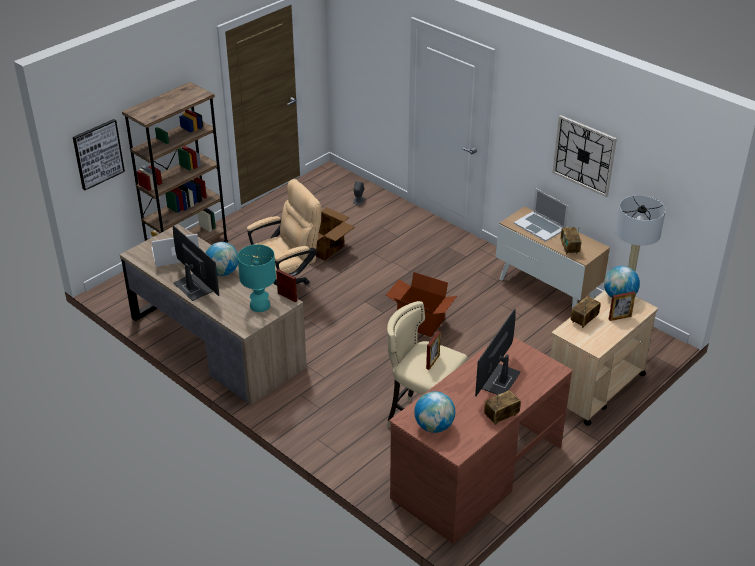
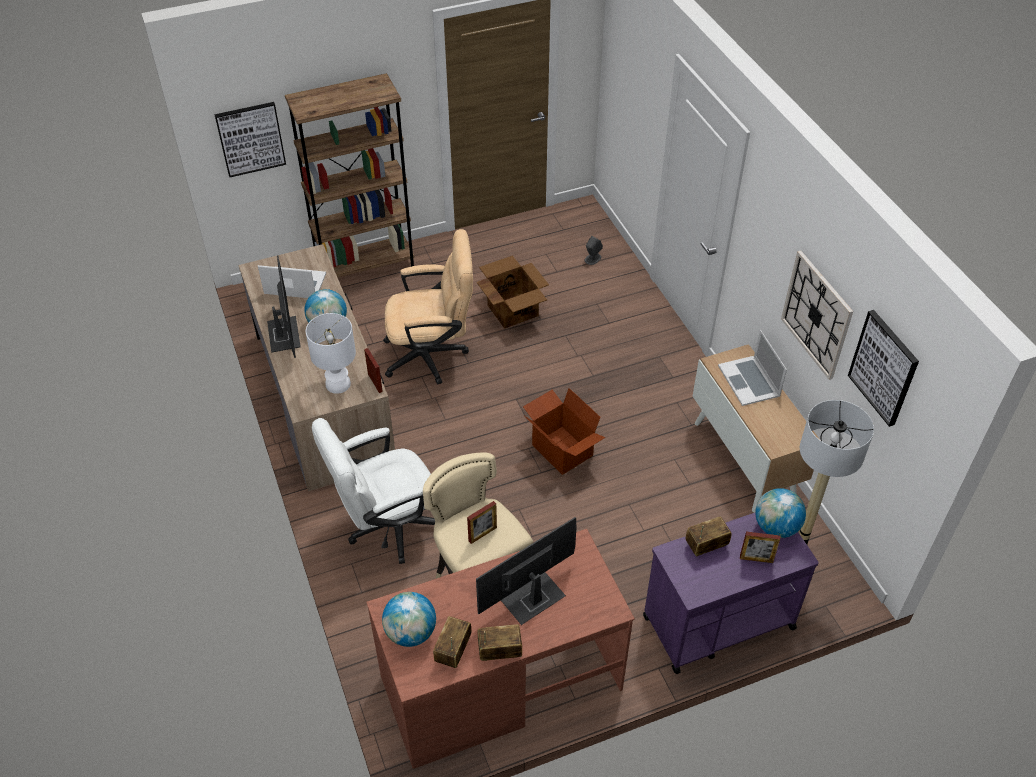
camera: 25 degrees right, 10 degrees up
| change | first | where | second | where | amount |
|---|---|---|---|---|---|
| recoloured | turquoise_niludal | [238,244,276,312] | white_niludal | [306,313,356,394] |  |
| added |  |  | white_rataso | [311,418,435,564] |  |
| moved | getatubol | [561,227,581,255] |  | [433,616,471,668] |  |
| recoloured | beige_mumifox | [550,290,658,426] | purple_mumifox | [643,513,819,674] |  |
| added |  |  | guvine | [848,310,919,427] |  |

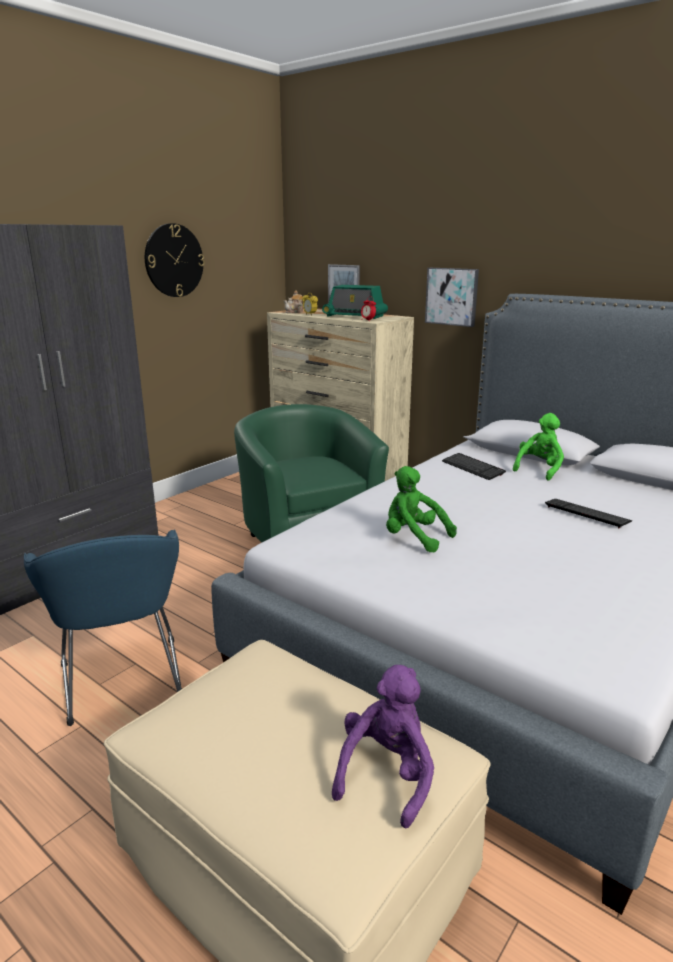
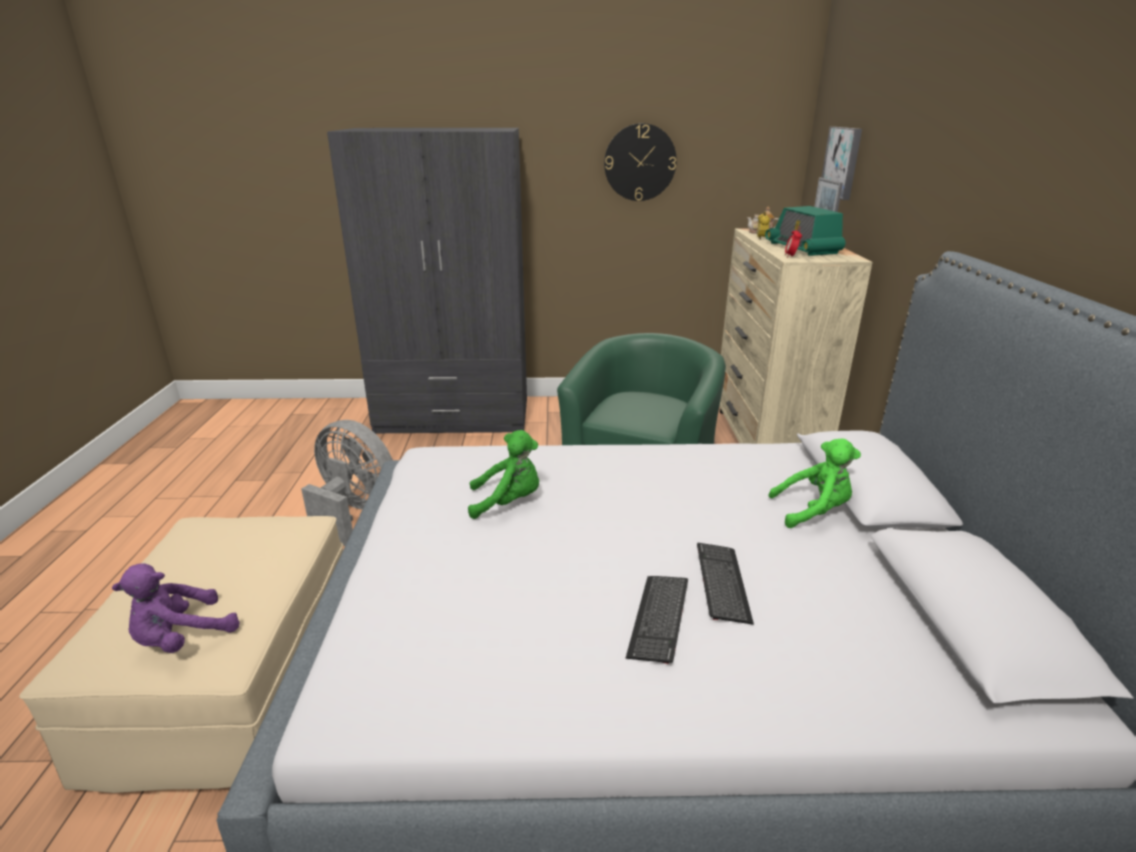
camera: 50 degrees right, 5 degrees up
| change | first | where | second | where | amount |
|---|---|---|---|---|---|
| turned | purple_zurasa | [332,665,434,829] |  | [112,563,240,653] | 150 degrees clockwise |
| replaced | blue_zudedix | [24,530,182,726] | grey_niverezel | [301,420,393,546] |  |
| turned | green_zurasa | [386,466,457,553] |  | [468,430,539,519] | 90 degrees clockwise |
| moved | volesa | [442,453,506,480] |  | [626,576,688,664] |  |
| moved | guvine | [425,268,479,327] |  | [821,127,862,200] |  |

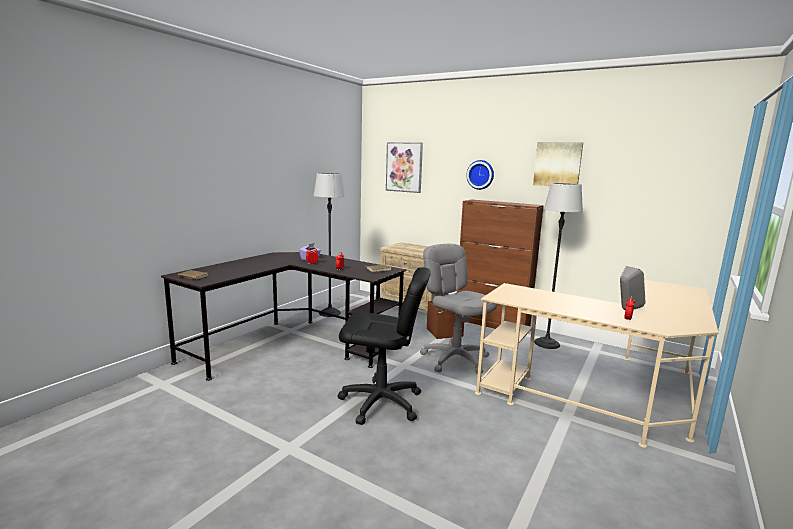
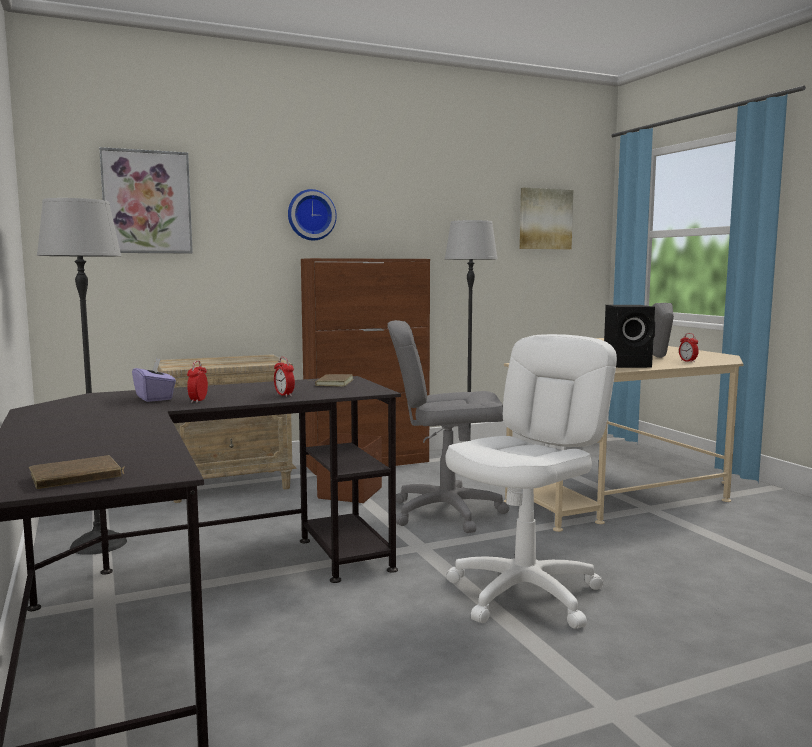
camera: 55 degrees left, 5 degrees down
| change | first | where | second | where | amount |
|---|---|---|---|---|---|
| recoloured | black_rataso | [338,267,431,425] | white_rataso | [445,334,617,629] |  |
| moved | guvine | [533,142,583,186] |  | [519,188,573,249] |  |
| added |  |  | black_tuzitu | [604,305,655,368] |  |

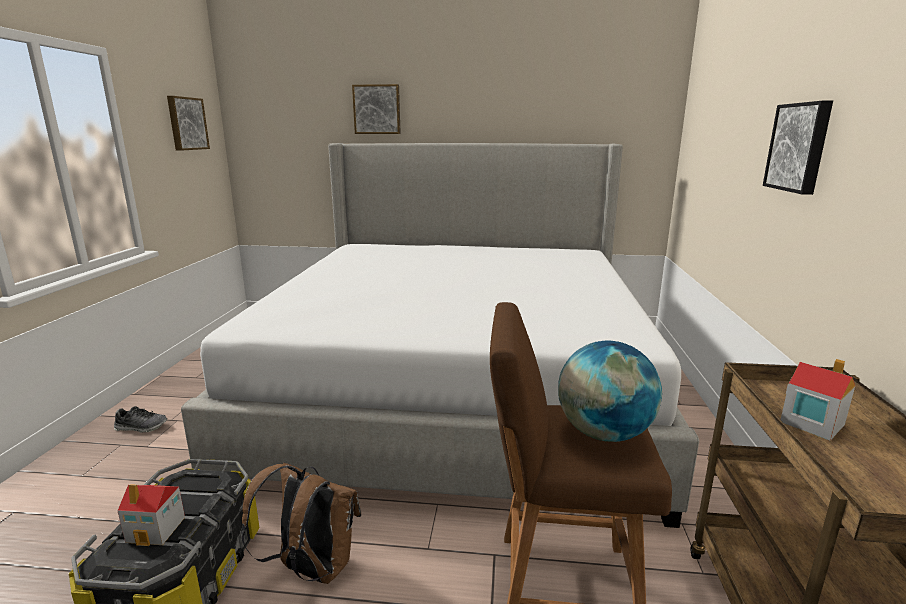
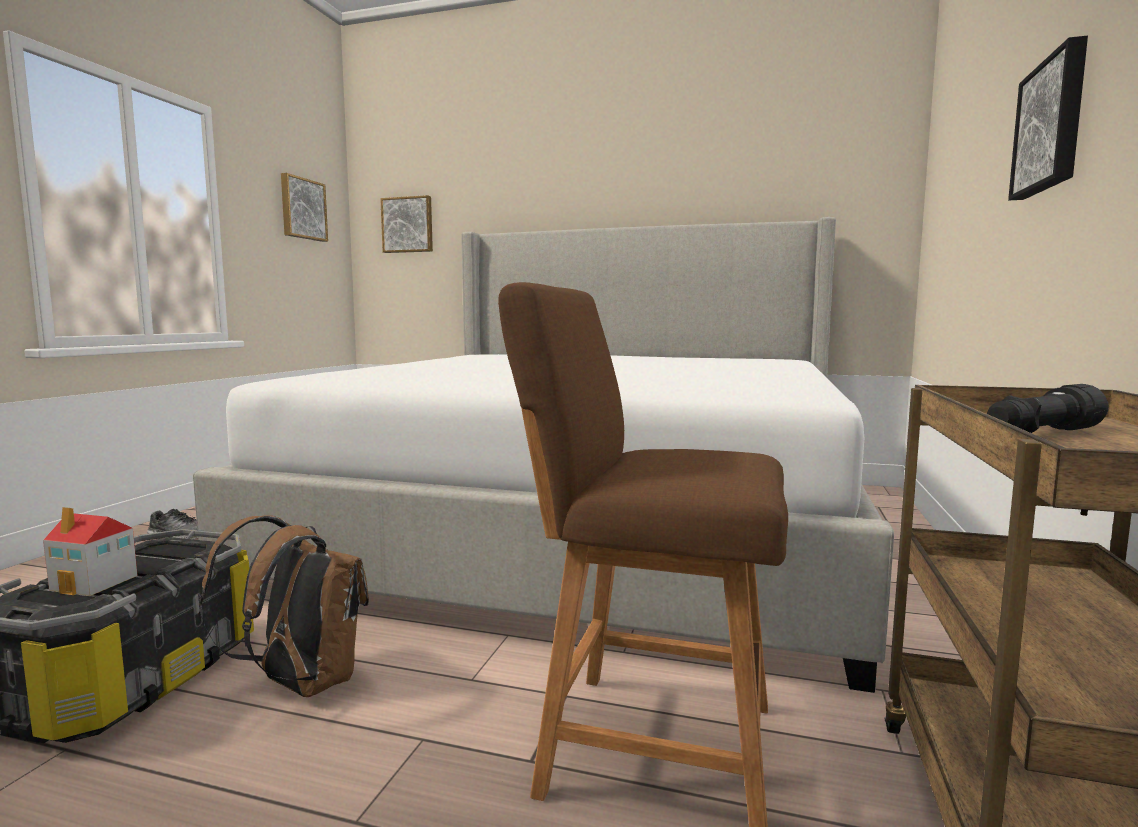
camera: 10 degrees right, 10 degrees down
| change | first | where | second | where | amount |
|---|---|---|---|---|---|
| moved | guvine | [352,84,401,134] |  | [380,195,433,253] |  |
| replaced | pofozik | [781,359,855,440] | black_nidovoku | [987,384,1109,433] |  |
| removed | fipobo | [558,341,662,442] |  |  |  |

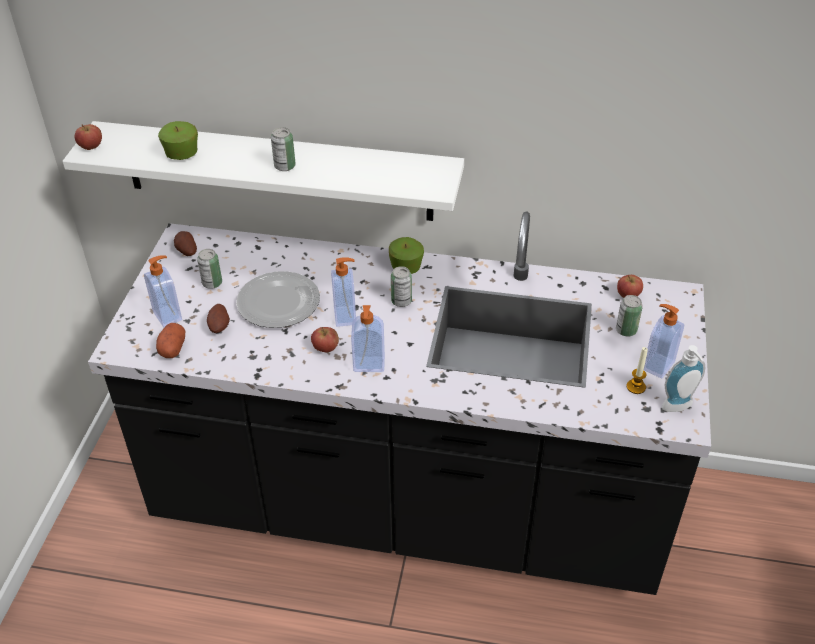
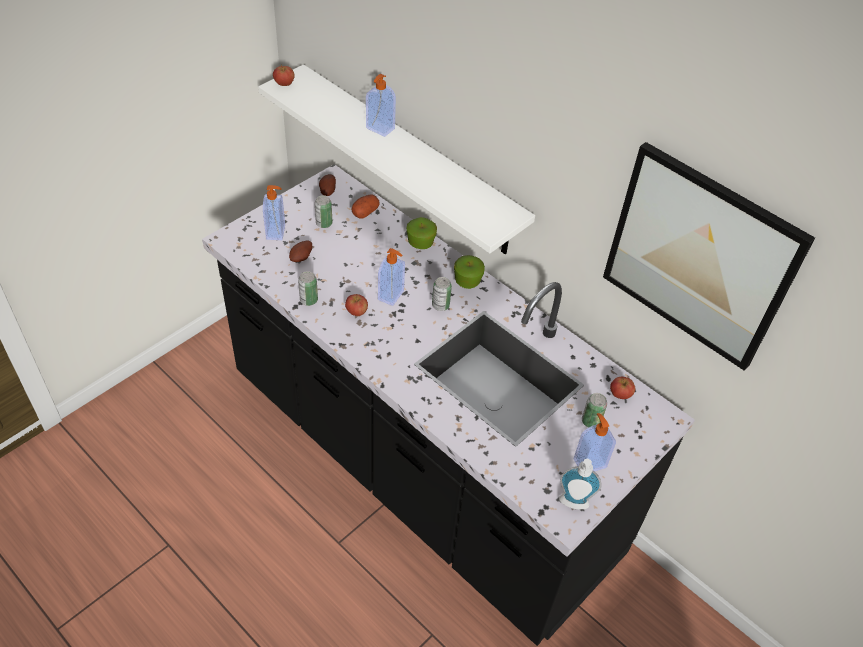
camera: 30 degrees right, 5 degrees up
| change | first | where | second | where | amount |
|---|---|---|---|---|---|
| moved | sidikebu | [271,127,296,171] |  | [298,271,318,306] |  |
| moved | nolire | [156,323,185,358] |  | [351,195,380,219] |  |
| moved | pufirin | [351,305,385,372] |  | [366,74,396,137] |  |
| moved | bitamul | [158,121,198,160] |  | [406,217,437,249] |  |
| added |  |  | guvine | [603,142,815,371] |  |
| removed | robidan | [236,271,320,328] |  |  |  |
| removed | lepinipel | [627,347,648,394] |  |  |  |

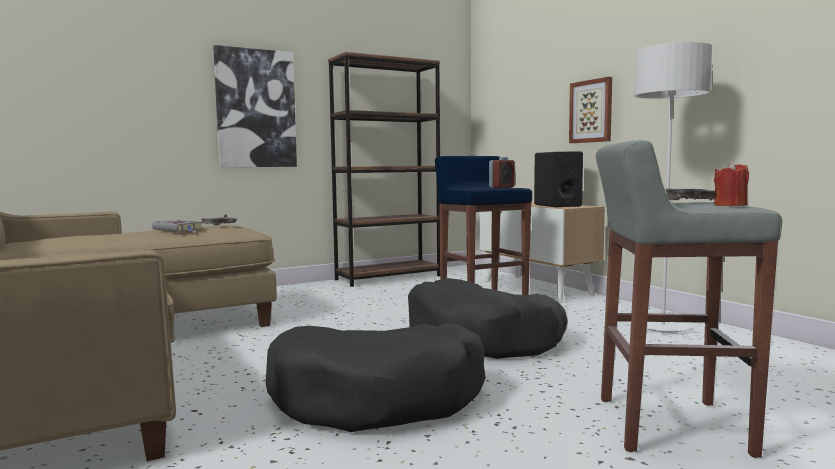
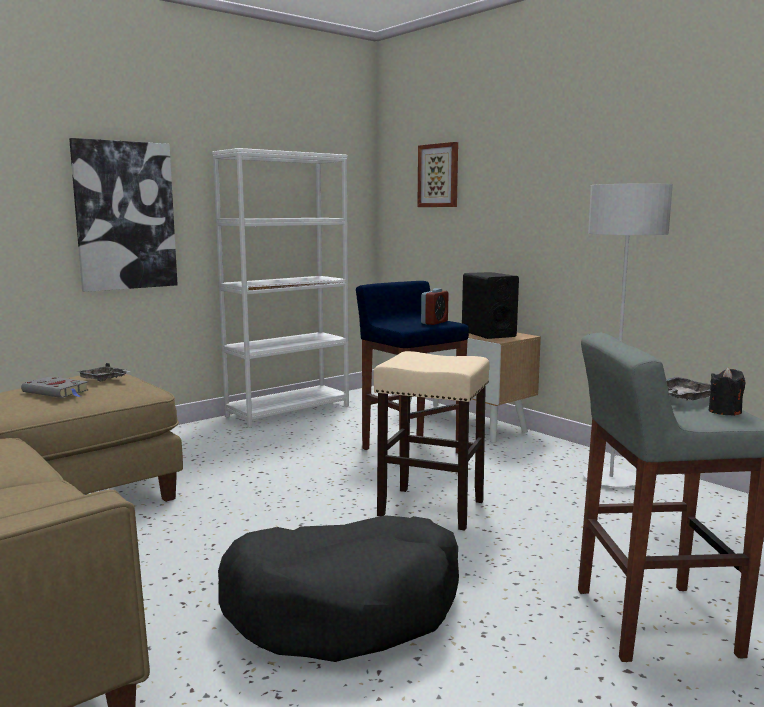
camera: 10 degrees left, 5 degrees up
| change | first | where | second | where | amount |
|---|---|---|---|---|---|
| recoloured | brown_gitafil | [328,52,440,287] | white_gitafil | [212,148,349,428] |  |
| replaced | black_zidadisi | [408,278,568,359] | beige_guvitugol | [374,351,489,531] |  |
| moved | guvine | [569,77,612,143] |  | [417,142,458,207] |  |
| recoloured | red_lepinipel | [714,161,749,206] | black_lepinipel | [709,367,745,416] |  |

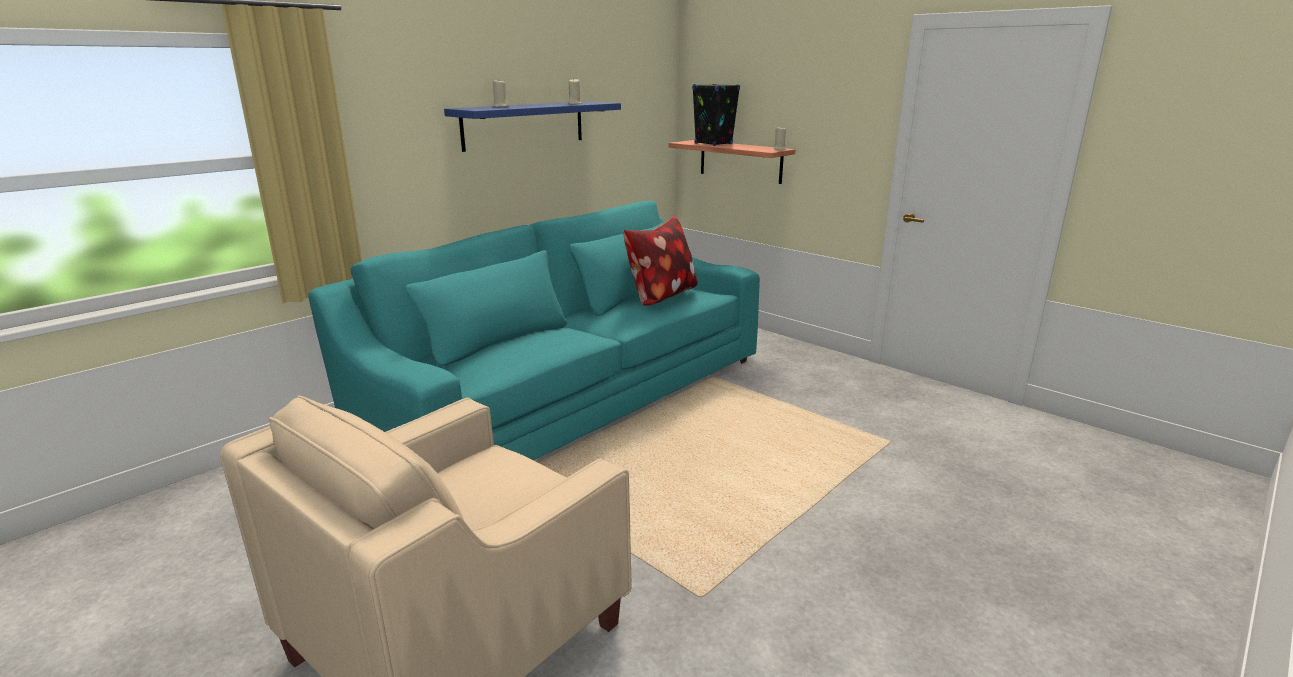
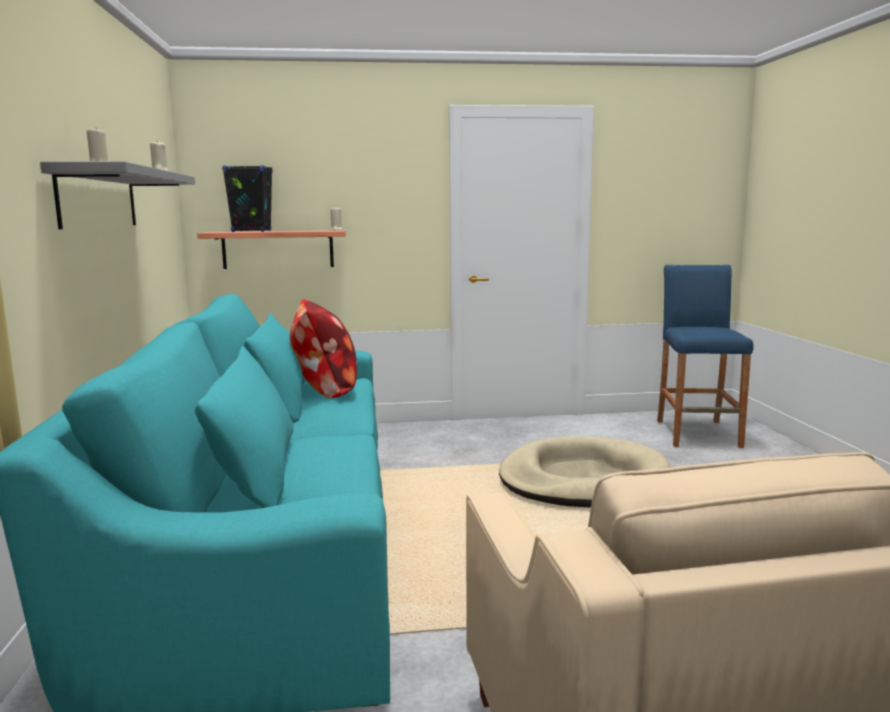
camera: 50 degrees left, 10 degrees down
| change | first | where | second | where | amount |
|---|---|---|---|---|---|
| recoloured | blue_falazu | [444,101,621,152] | grey_falazu | [40,161,195,229] |  |
| added |  |  | beige_zidadisi | [499,436,671,507] |  |
| added |  |  | blue_guvitugol | [657,265,753,448] |  |

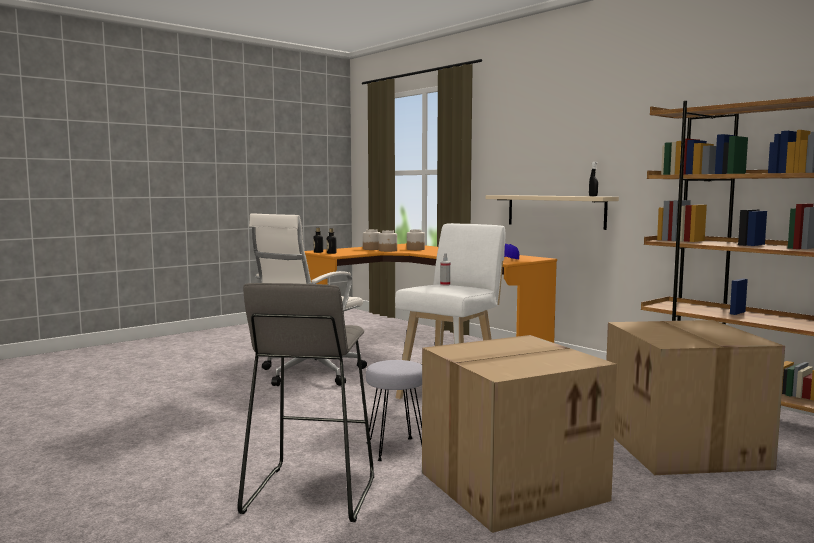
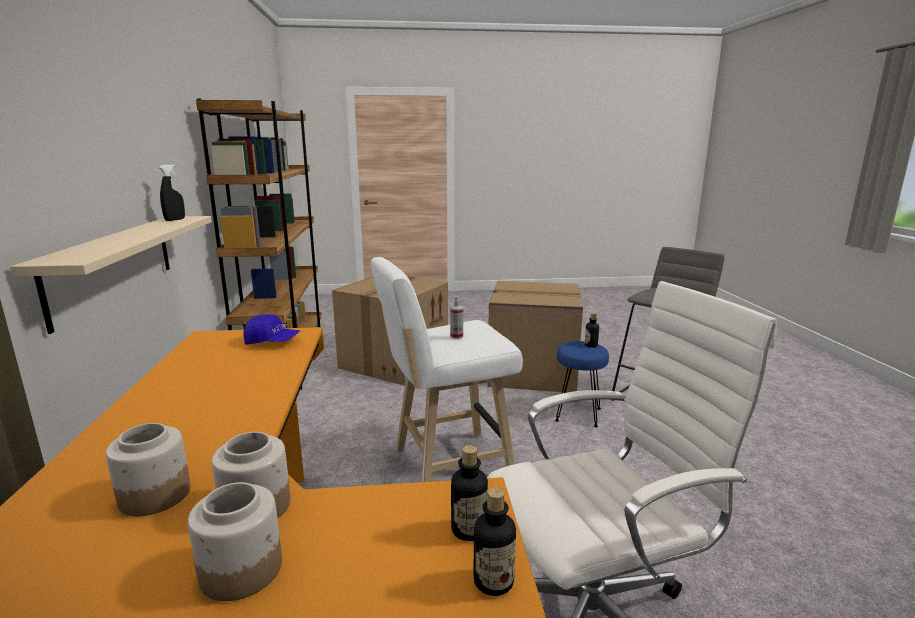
camera: 145 degrees left, 10 degrees up
| change | first | where | second | where | amount |
|---|---|---|---|---|---|
| recoloured | grey_guvitugol | [366,360,422,461] | blue_guvitugol | [555,341,609,427] |  |
| added |  |  | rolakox | [585,313,599,348] |  |

